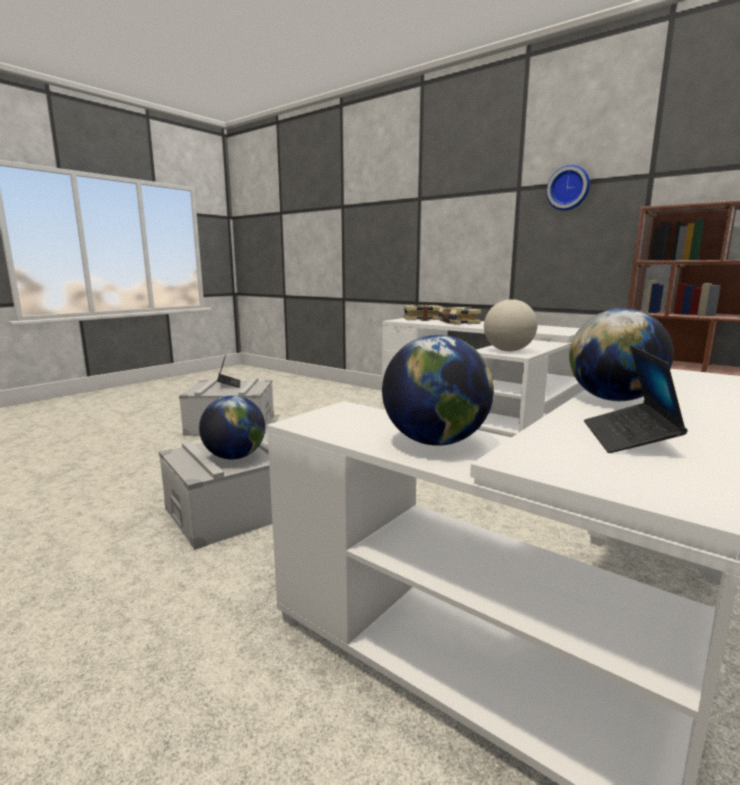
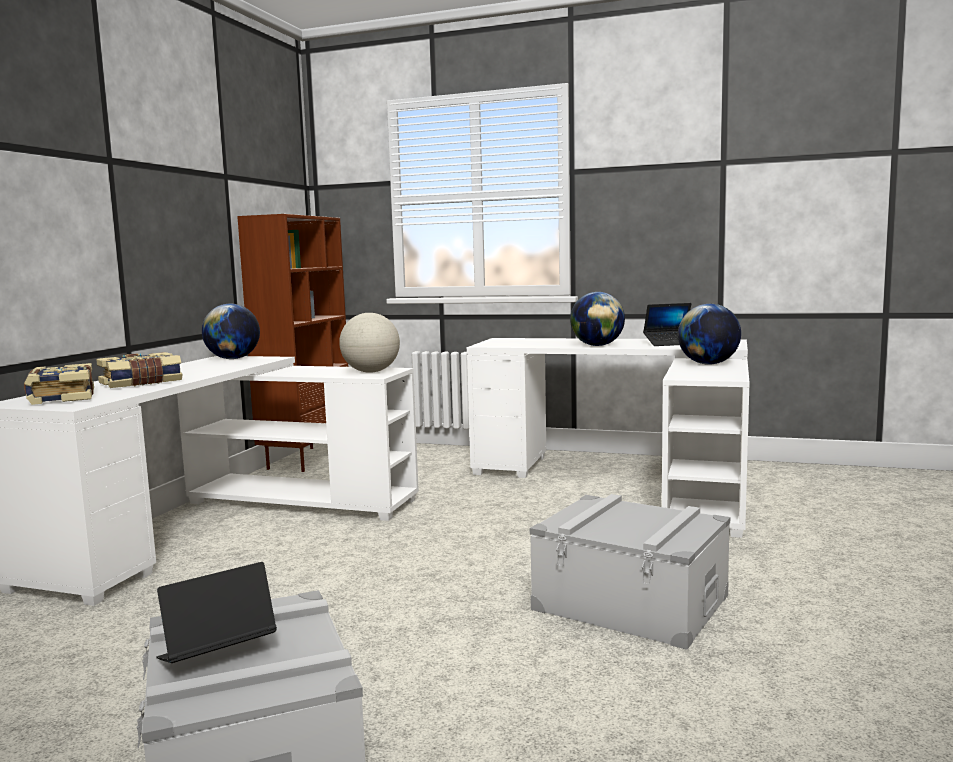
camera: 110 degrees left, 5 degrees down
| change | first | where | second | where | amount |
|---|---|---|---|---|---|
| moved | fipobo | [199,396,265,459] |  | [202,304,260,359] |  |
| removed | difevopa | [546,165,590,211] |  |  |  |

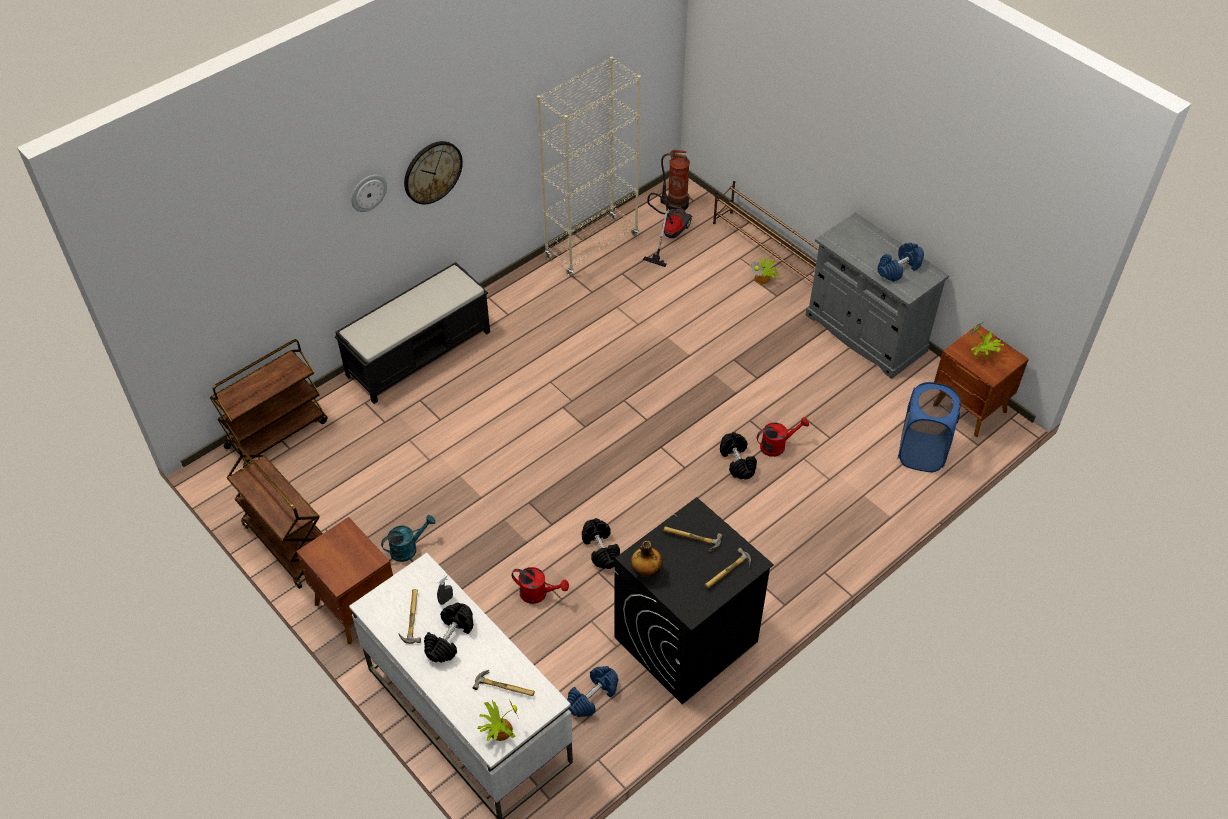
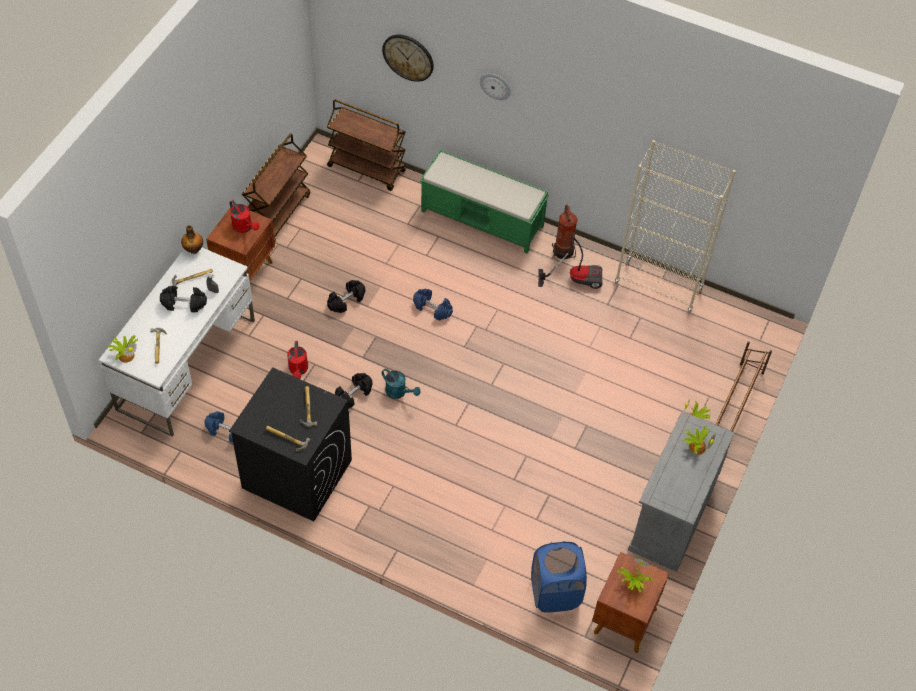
camera: 65 degrees right, 5 degrees up
| change | first | where | second | where | amount |
|---|---|---|---|---|---|
| moved | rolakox | [631,541,663,577] |  | [181,225,203,254] |  |
| moved | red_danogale | [757,417,809,457] |  | [230,200,259,233] |  |
| moved | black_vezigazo | [720,432,757,479] |  | [327,280,365,313] |  |
| moved | difevopa | [404,141,463,204] |  | [382,35,434,82] |  |
| moved | turquoise_danogale | [381,515,436,562] |  | [382,369,420,399] |  |
| moved | blue_vezigazo | [877,243,924,282] |  | [413,289,453,320] |  |
| recoloured | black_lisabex | [335,262,490,404] | green_lisabex | [420,150,549,254] |  |
| moved | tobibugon | [642,193,693,267] |  | [538,233,603,289] |  |
| moved | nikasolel | [660,150,690,211] |  | [552,204,578,259] |  |
| added |  |  | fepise | [683,426,716,454] |  |

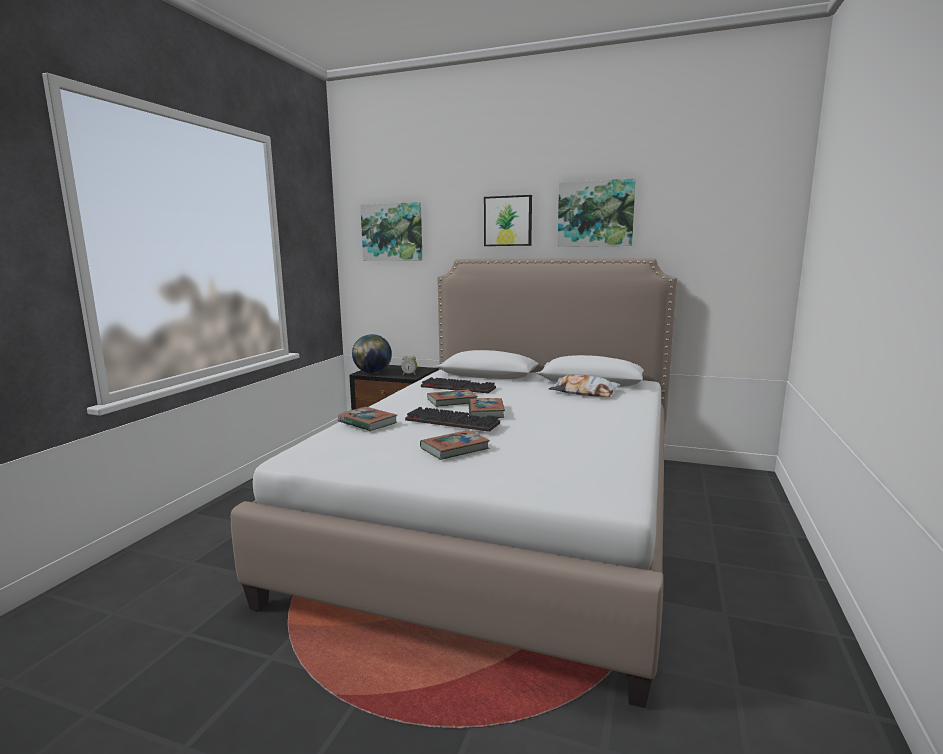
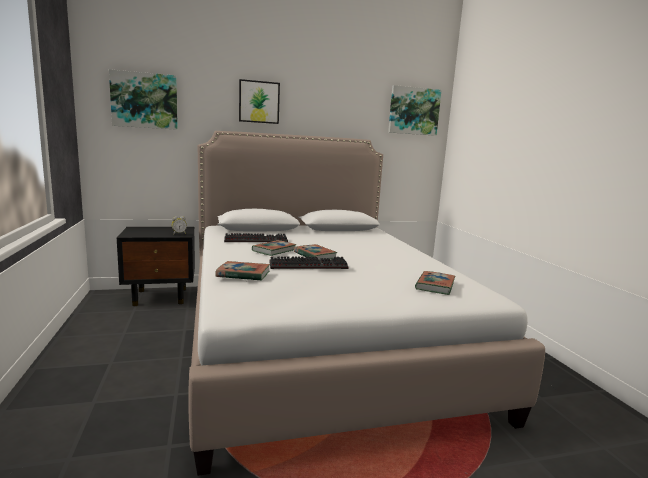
camera: 35 degrees left, 0 degrees up
| change | first | where | second | where | amount |
|---|---|---|---|---|---|
| moved | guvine | [557,178,636,247] |  | [388,85,442,136] |  |
| moved | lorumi | [420,430,490,460] |  | [415,271,455,295] |  |
| removed | fipobo | [352,334,392,373] |  |  |  |
| removed | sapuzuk | [549,375,620,397] |  |  |  |

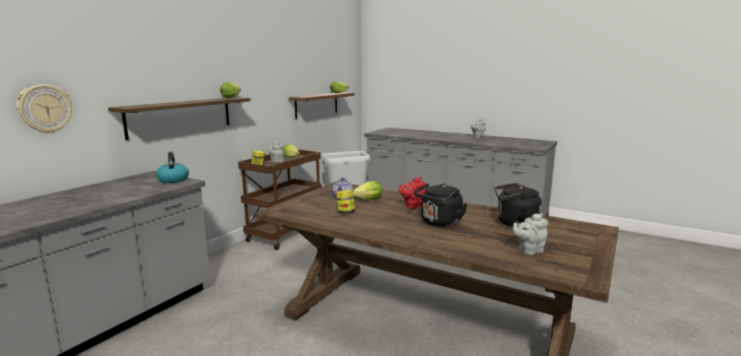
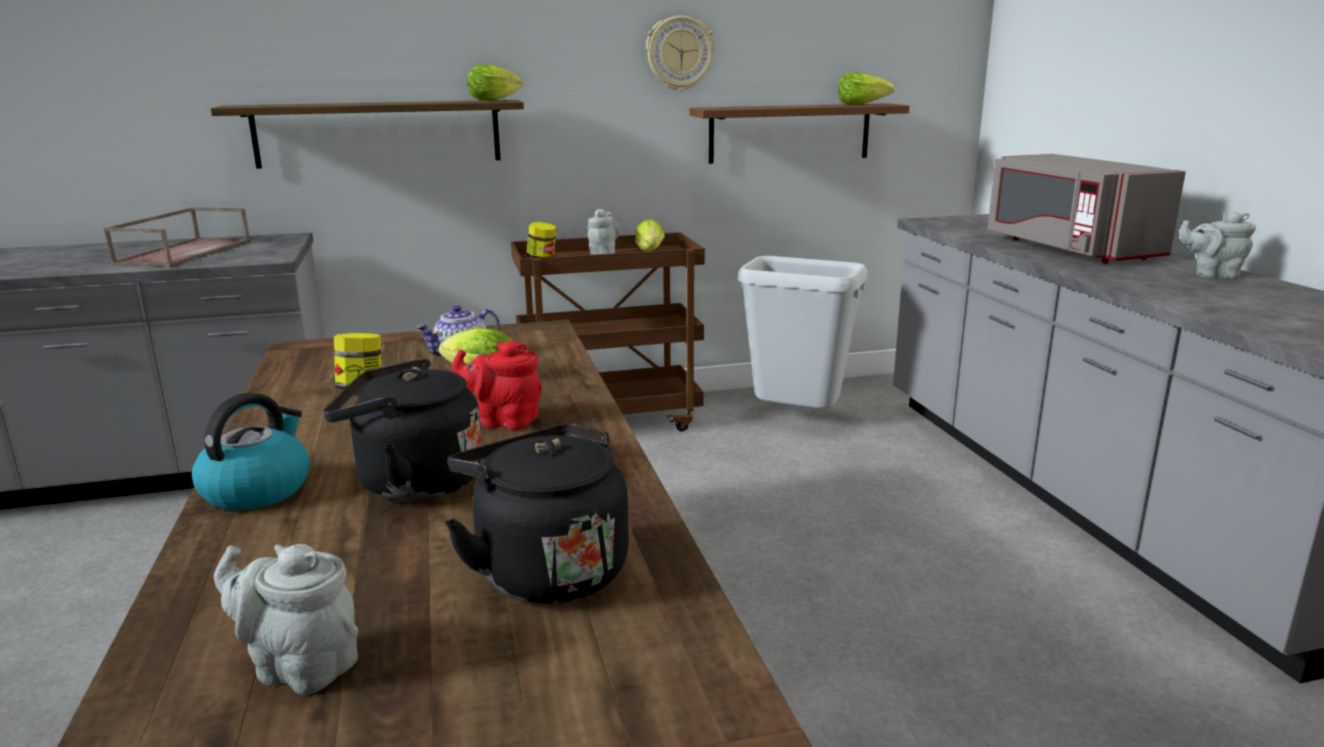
camera: 45 degrees right, 5 degrees up
| change | first | where | second | where | amount |
|---|---|---|---|---|---|
| added |  |  | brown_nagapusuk | [103,207,251,267] |  |
| moved | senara | [156,152,189,183] |  | [192,392,309,510] |  |
| moved | difevopa | [16,84,72,134] |  | [646,16,715,91] |  |
| added |  |  | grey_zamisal | [987,154,1186,264] |  |

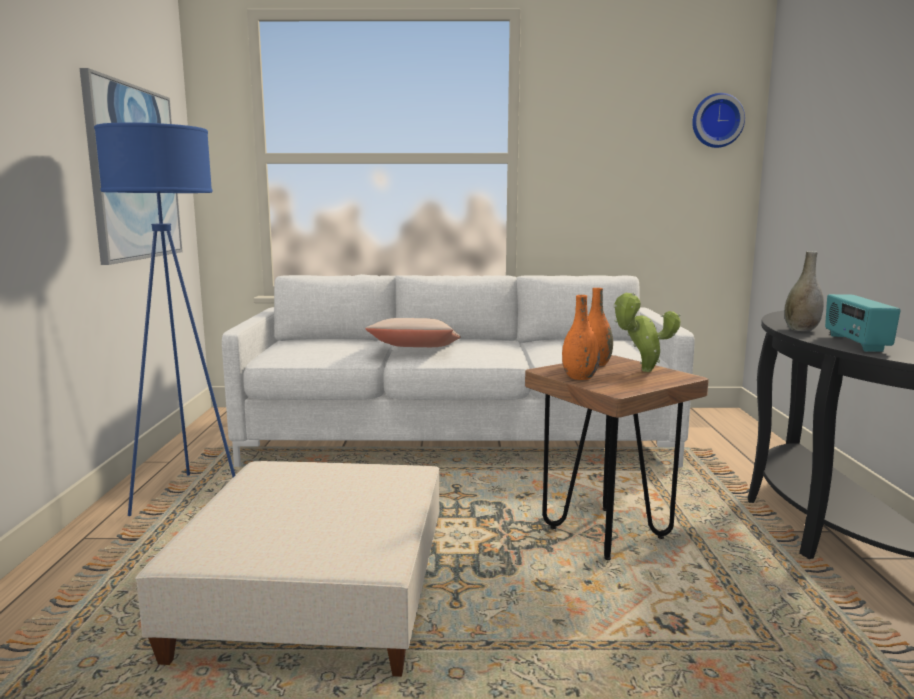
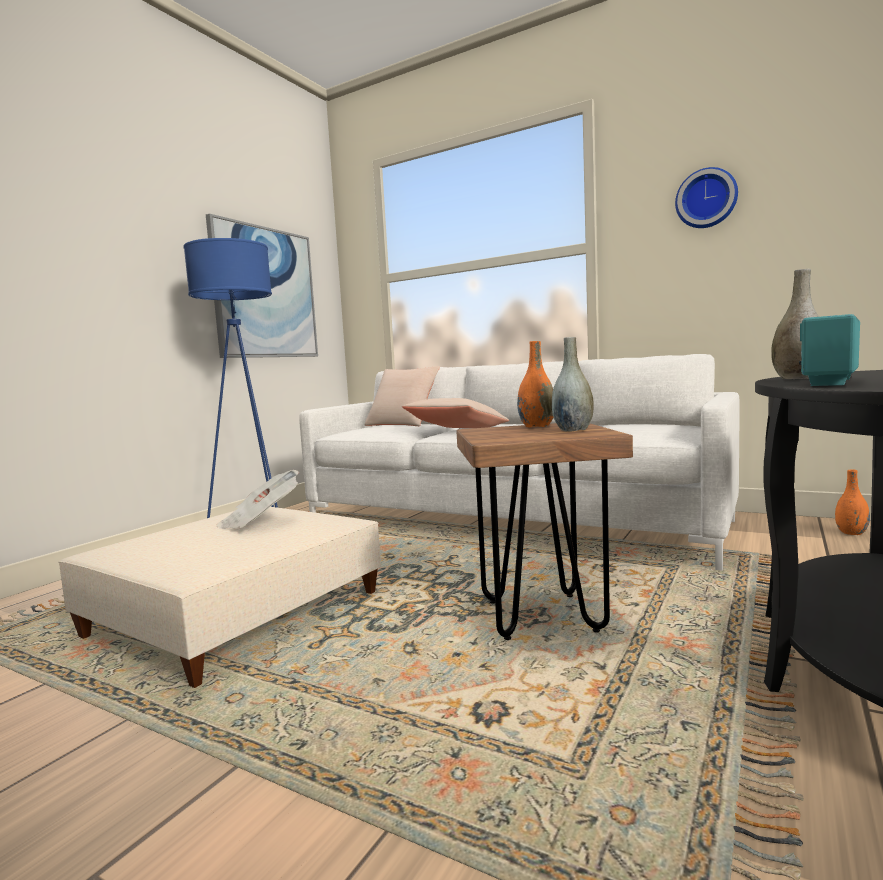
camera: 30 degrees right, 5 degrees down
| change | first | where | second | where | amount |
|---|---|---|---|---|---|
| added |  |  | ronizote | [216,470,300,529] |  |
| added |  |  | beige_sapuzuk | [364,366,440,426] |  |
| replaced | fepise | [613,292,681,372] | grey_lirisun | [552,337,594,432] |  |
| moved | difevopa | [692,93,745,148] |  | [675,167,738,228] |  |
| moved | orange_lirisun | [562,295,600,380] |  | [835,469,870,535] |  |

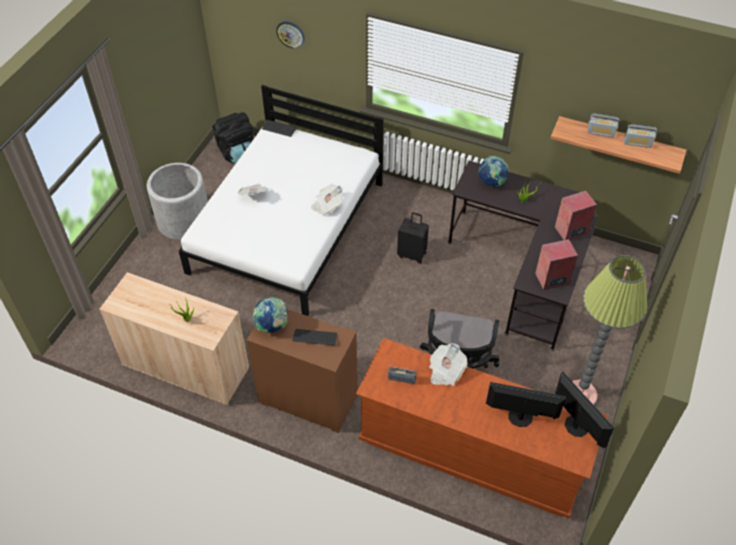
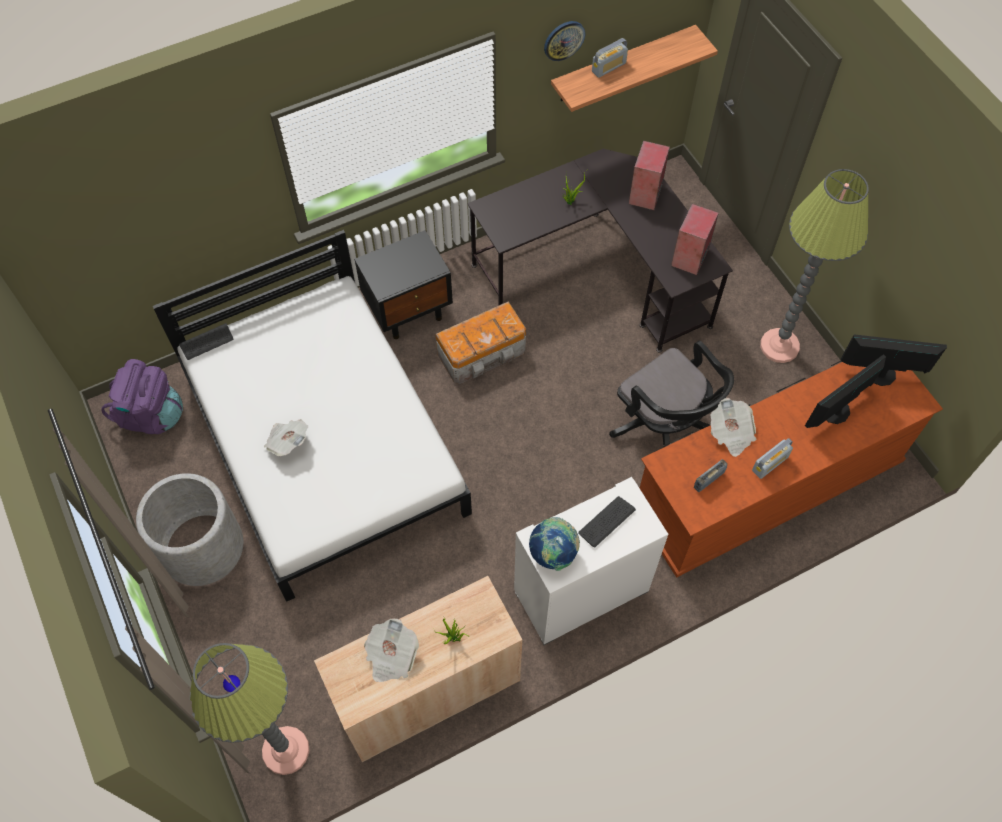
camera: 50 degrees left, 10 degrees up
| change | first | where | second | where | amount |
|---|---|---|---|---|---|
| recoloured | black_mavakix | [213,112,253,164] | purple_mavakix | [101,359,183,434] |  |
| added |  |  | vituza | [190,643,310,775] |  |
| added |  |  | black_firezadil | [354,230,453,339] |  |
| moved | ronizote | [311,184,343,216] |  | [364,618,419,682] |  |
| replaced | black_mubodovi | [397,212,429,264] | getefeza | [435,301,526,384] |  |
| recoloured | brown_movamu | [247,309,357,433] | white_movamu | [514,477,668,645] |  |
| moved | difevopa | [276,21,304,49] |  | [544,21,585,61] |  |
| moved | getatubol | [624,124,657,148] |  | [752,438,793,479] |  |
| removed | fipobo | [479,156,509,187] |  |  |  |

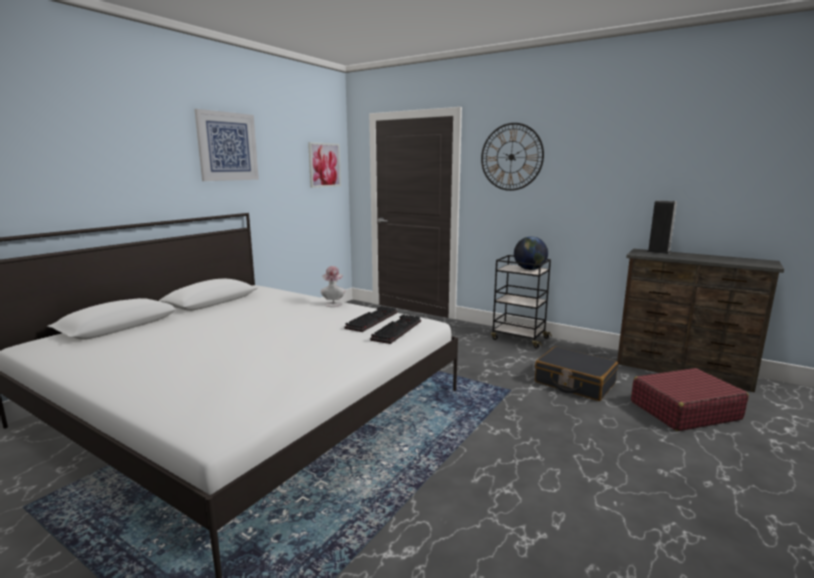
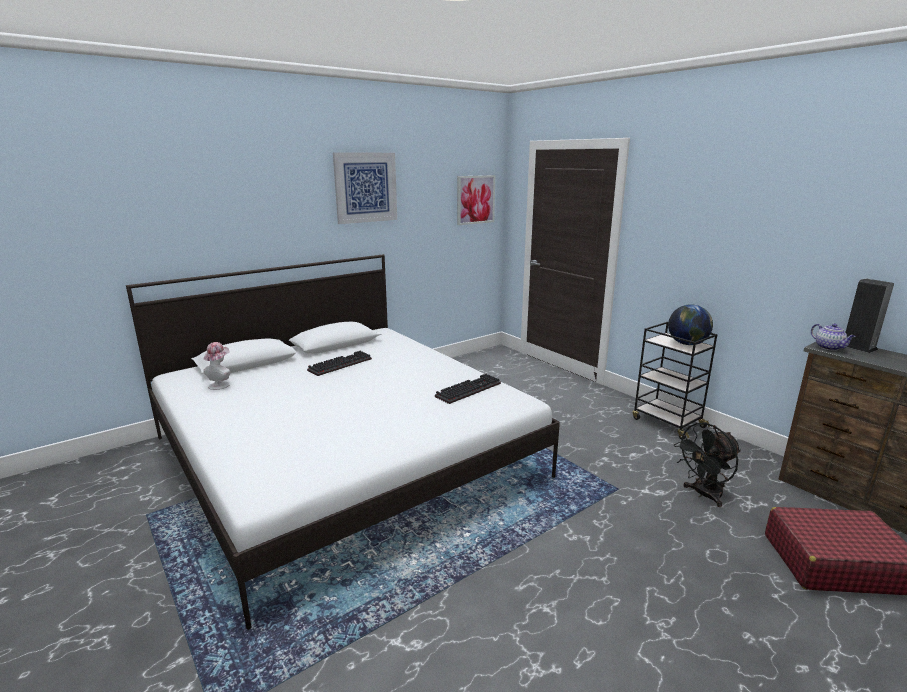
camera: 20 degrees right, 5 degrees up
| change | first | where | second | where | amount |
|---|---|---|---|---|---|
| moved | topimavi | [321,266,345,307] |  | [203,342,231,390] |  |
| moved | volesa | [370,314,421,344] |  | [307,351,372,376] |  |
| replaced | black_mubodovi | [535,346,618,401] | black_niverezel | [674,423,741,507] |  |
| added |  |  | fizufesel | [811,324,856,351] |  |
| removed | difevopa | [481,123,544,191] |  |  |  |

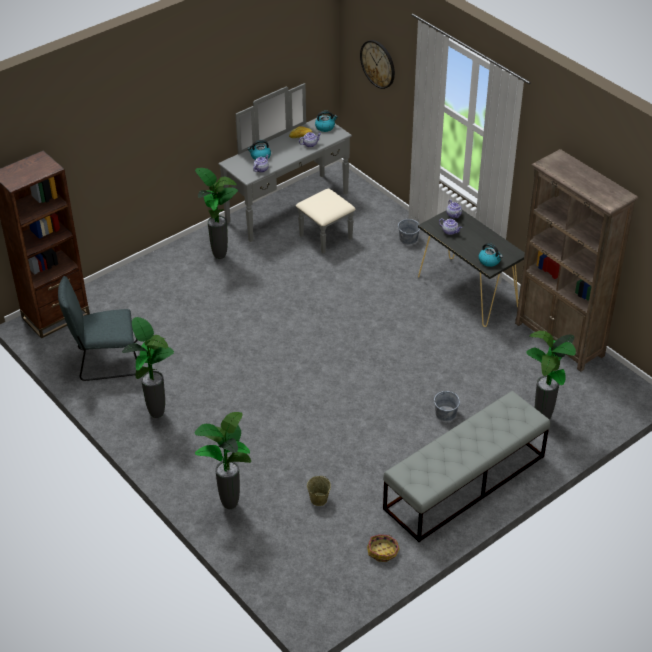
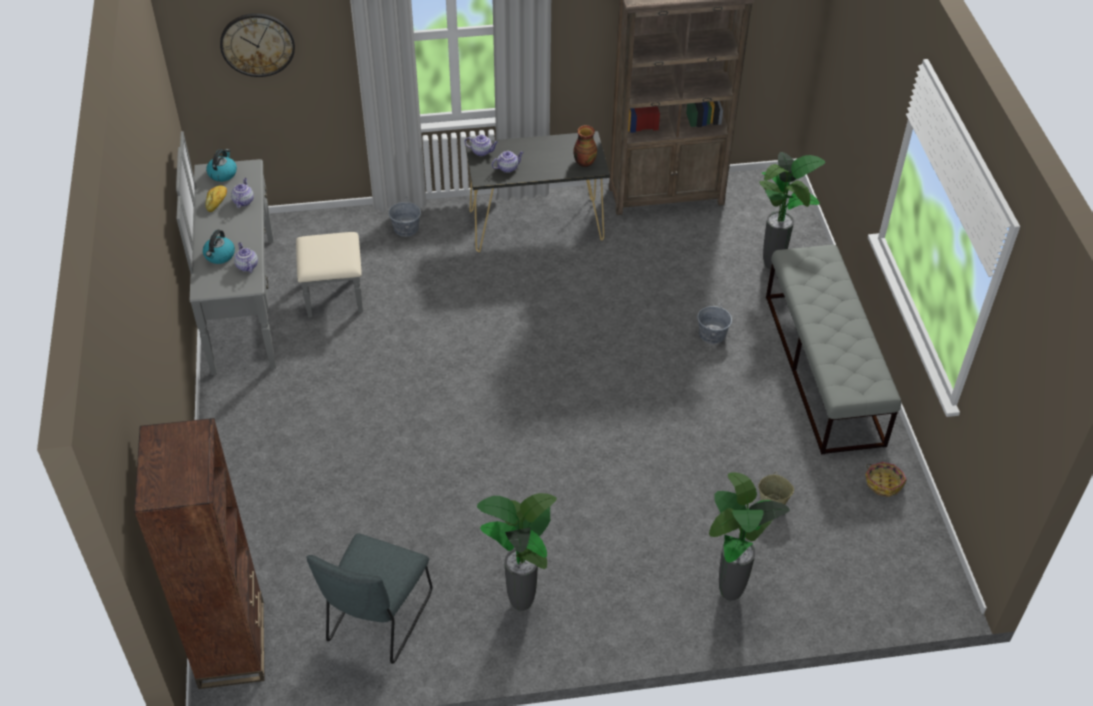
camera: 60 degrees left, 5 degrees up
| change | first | where | second | where | amount |
|---|---|---|---|---|---|
| replaced | senara | [479,243,503,267] | lirisun | [573,125,597,167] |  |
| removed | fepise | [195,168,238,259] |  |  |  |

